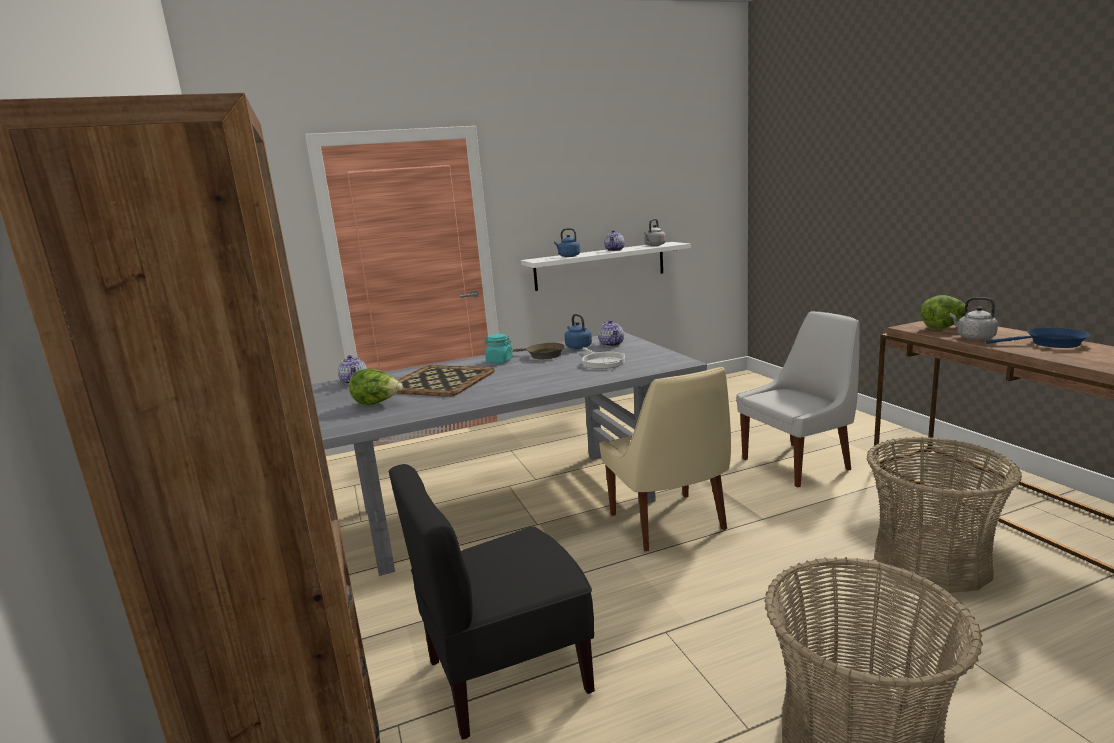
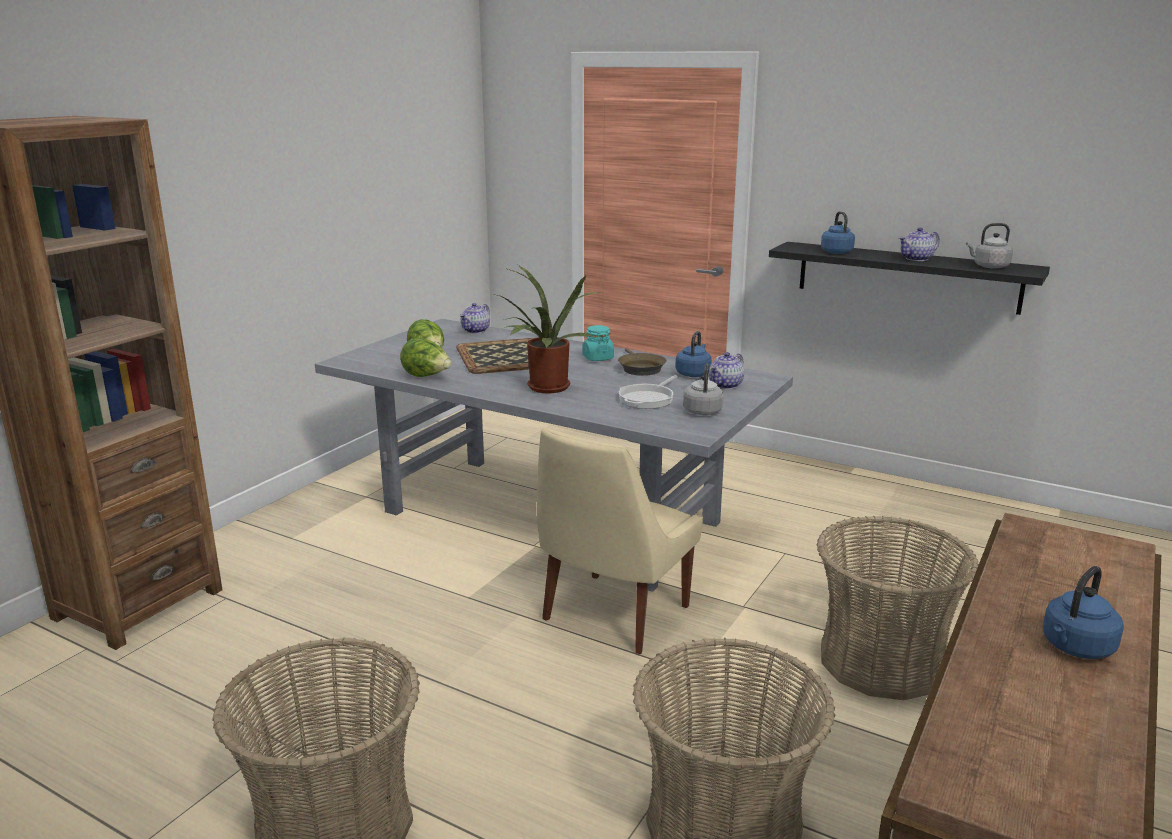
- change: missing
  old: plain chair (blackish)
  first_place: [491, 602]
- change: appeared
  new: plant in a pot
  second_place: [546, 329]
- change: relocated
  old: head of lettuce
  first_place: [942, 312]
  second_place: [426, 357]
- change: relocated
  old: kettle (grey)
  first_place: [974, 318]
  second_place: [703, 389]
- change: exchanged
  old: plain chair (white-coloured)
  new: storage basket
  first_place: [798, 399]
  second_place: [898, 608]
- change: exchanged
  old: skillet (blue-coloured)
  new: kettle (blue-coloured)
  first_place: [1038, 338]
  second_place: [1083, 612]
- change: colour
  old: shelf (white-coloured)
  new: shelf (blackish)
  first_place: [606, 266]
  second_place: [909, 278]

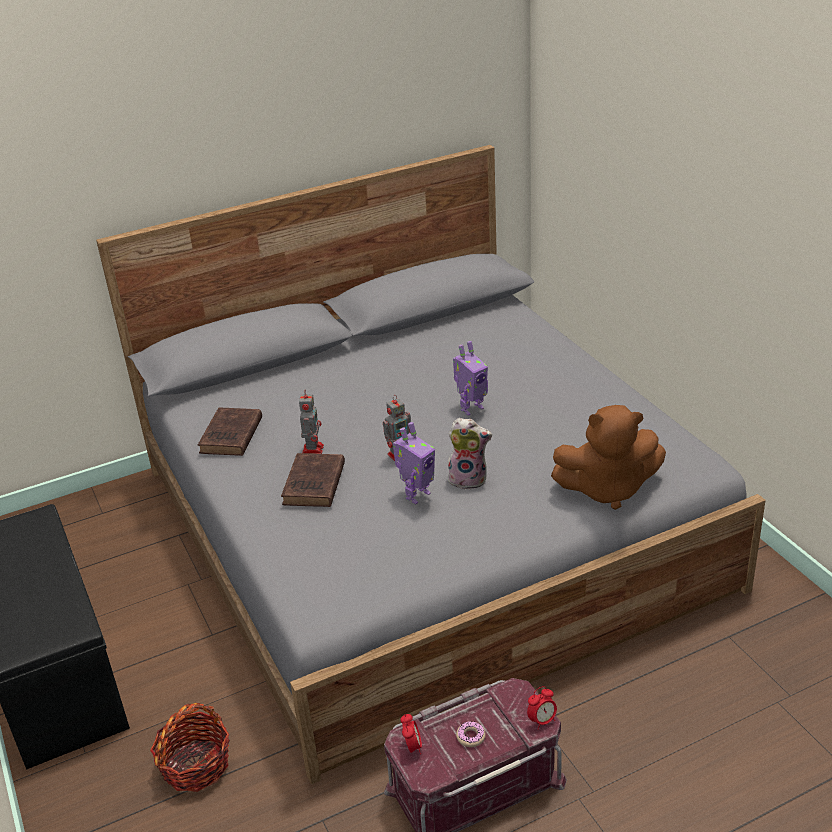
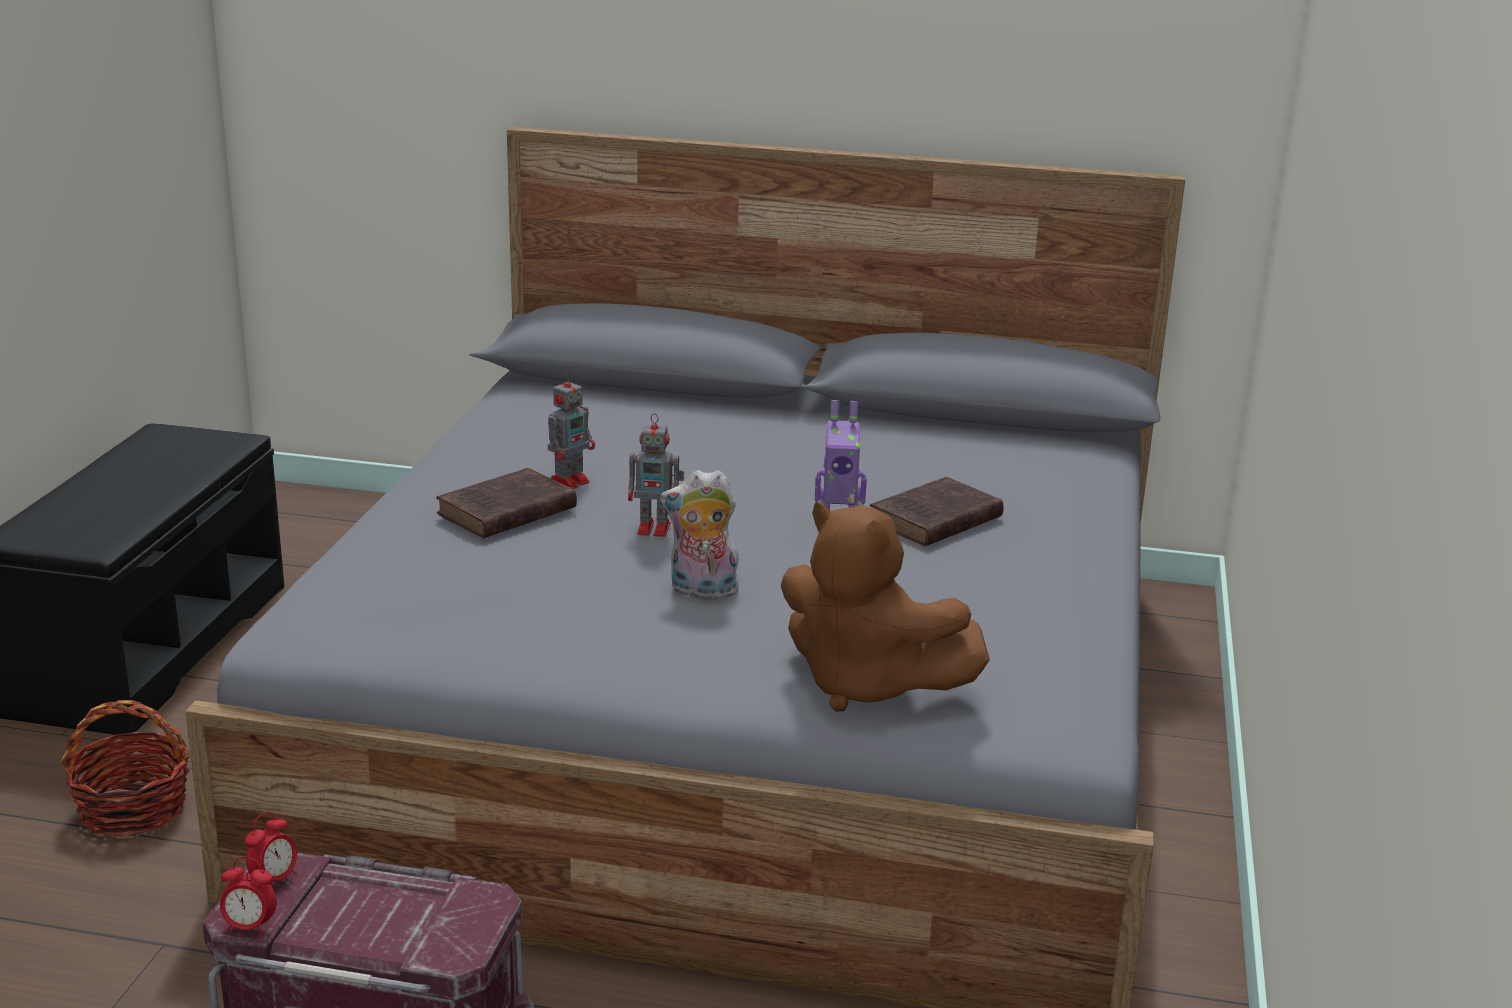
- change: missing
  old: model robot
  first_place: [414, 463]
- change: missing
  old: doughnut
  first_place: [471, 734]
- change: relocated
  old: bound book (brownish)
  first_place: [230, 431]
  second_place: [937, 511]
- change: relocated
  old: bedside clock
  first_place: [542, 708]
  second_place: [248, 896]
- change: spun
  old: soft toy
  first_place: [470, 454]
  second_place: [700, 534]
  degrees: 135

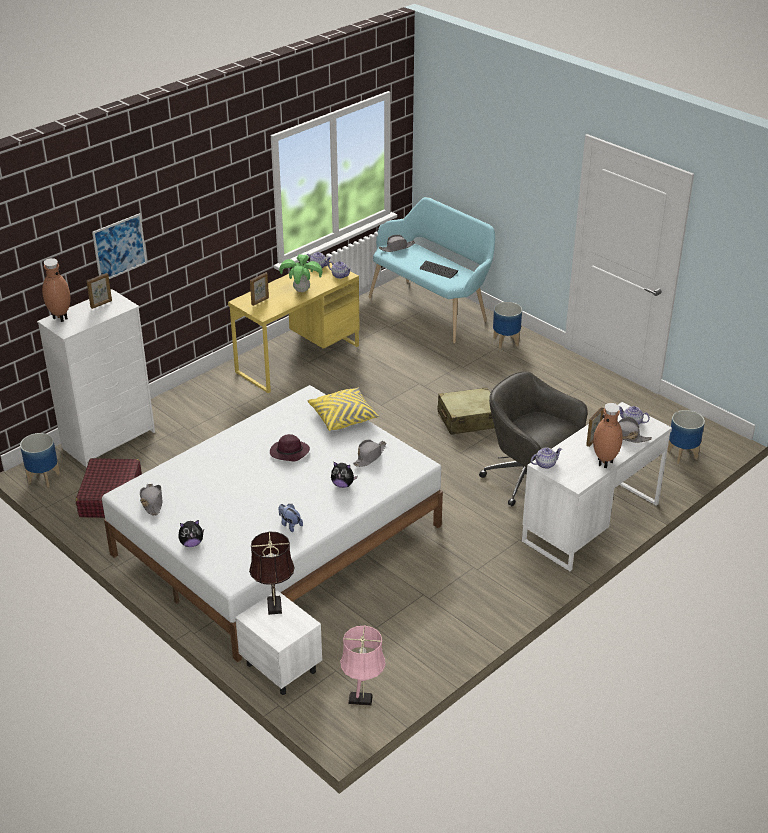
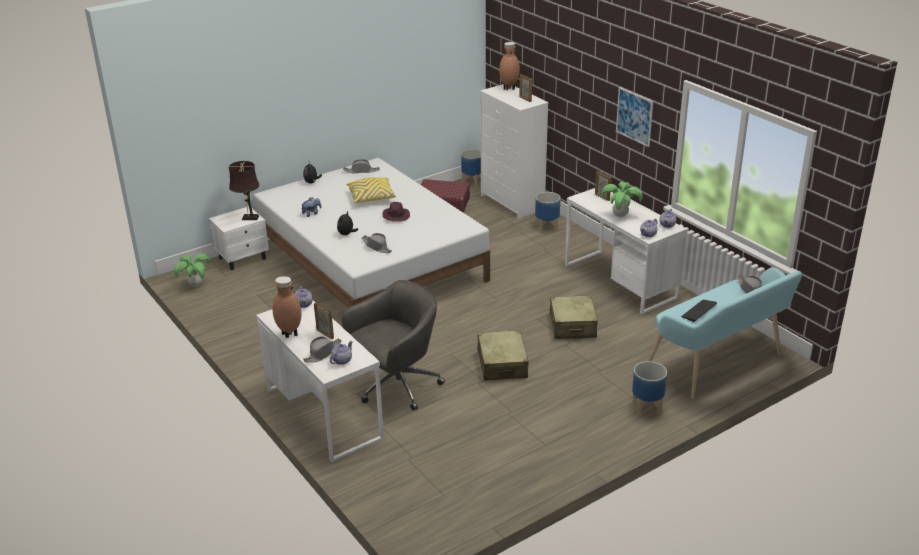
- change: appeared
  new: suitcase (sand-coloured)
  second_place: [573, 317]
- change: relocated
  old: wall picture
  first_place: [119, 246]
  second_place: [634, 117]
- change: relocated
  old: pillow (yellowish)
  first_place: [344, 409]
  second_place: [371, 190]
- change: relocated
  old: plant pot
  first_place: [686, 437]
  second_place: [548, 212]
- change: exchanged
  old: table lamp (pink)
  new: plant in a pot
  first_place: [363, 666]
  second_place: [192, 270]
- change: colour
  old: desk table (yellowish)
  new: desk table (white-coloured)
  first_place: [294, 326]
  second_place: [626, 251]

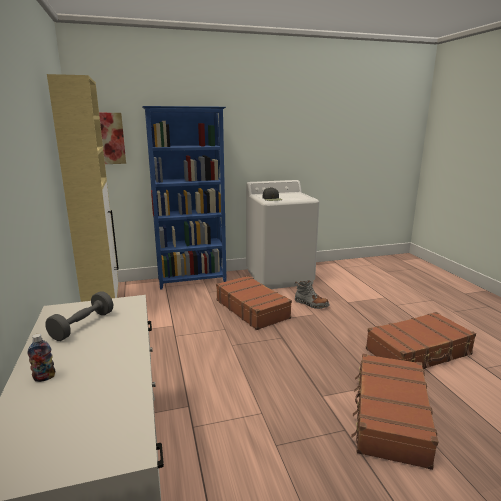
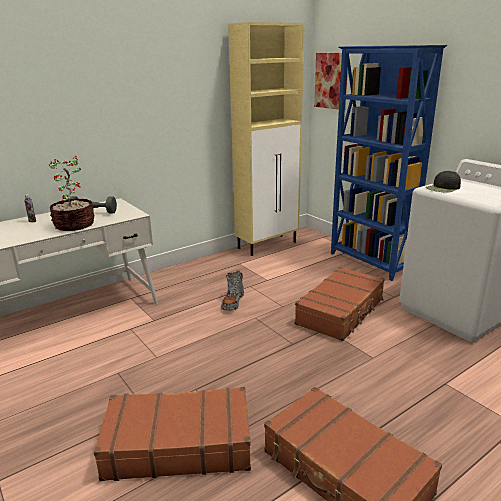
- change: appeared
  new: plant in a pot
  second_place: [72, 193]
- change: relocated
  old: tall boot (grey)
  first_place: [312, 294]
  second_place: [232, 291]

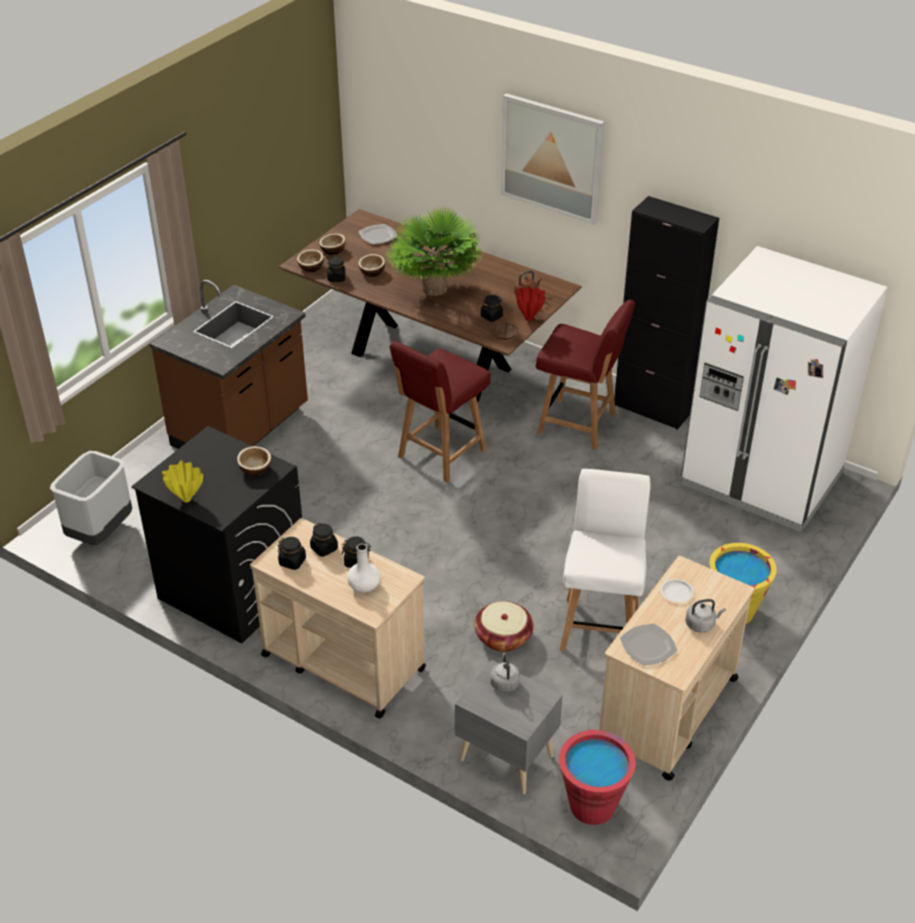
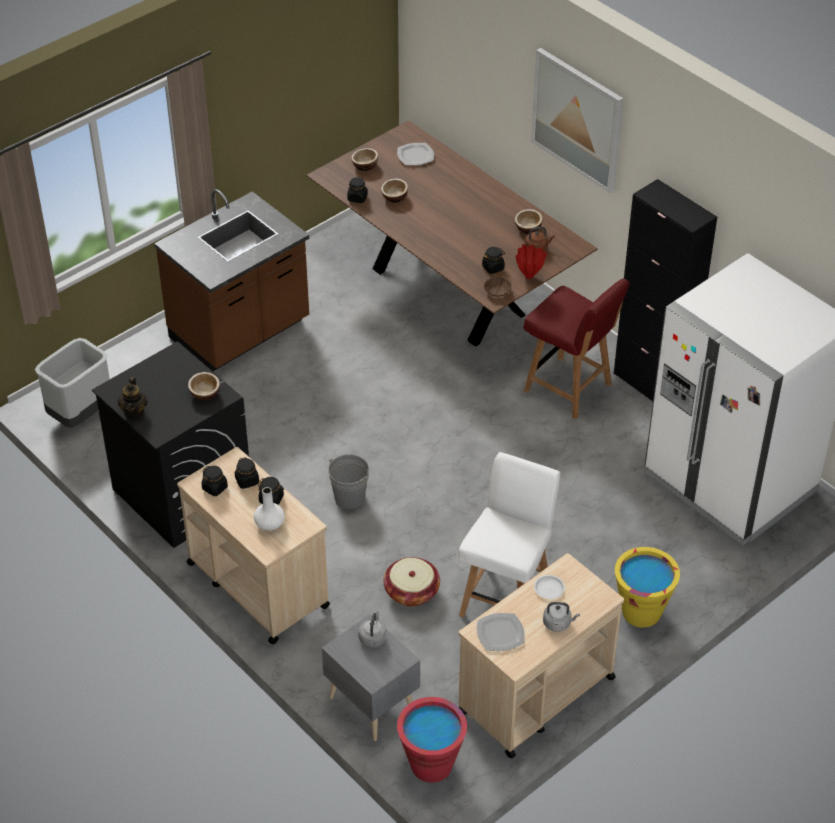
- change: missing
  old: plant in a pot
  first_place: [434, 251]
- change: missing
  old: plain chair (red)
  first_place: [439, 412]
- change: appeared
  new: bucket (grey)
  second_place: [348, 481]
- change: relocated
  old: deep dish
  first_place: [310, 260]
  second_place: [529, 221]
- change: exchanged
  old: flower vase (yellowish)
  new: pot for tea
  first_place: [182, 481]
  second_place: [132, 398]

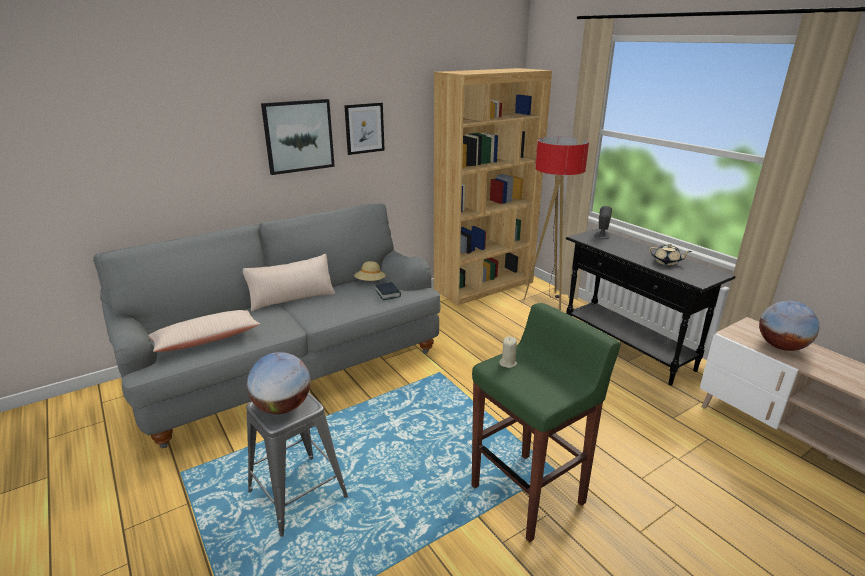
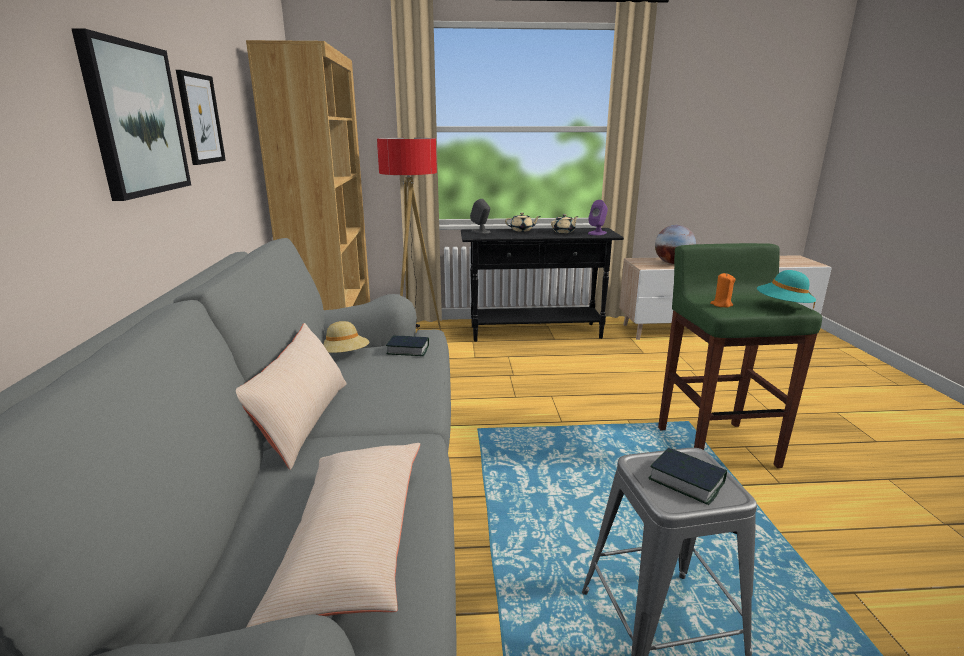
- change: appeared
  new: pot for tea (sand-coloured)
  second_place: [523, 222]
- change: appeared
  new: audio speaker (purple)
  second_place: [598, 217]
- change: appeared
  new: wearable hat (turquoise)
  second_place: [786, 289]
- change: exchanged
  old: desk globe
  new: bound book
  first_place: [278, 383]
  second_place: [688, 476]
- change: colour
  old: wax light (sand-coloured)
  new: wax light (orange-coloured)
  first_place: [508, 352]
  second_place: [723, 290]

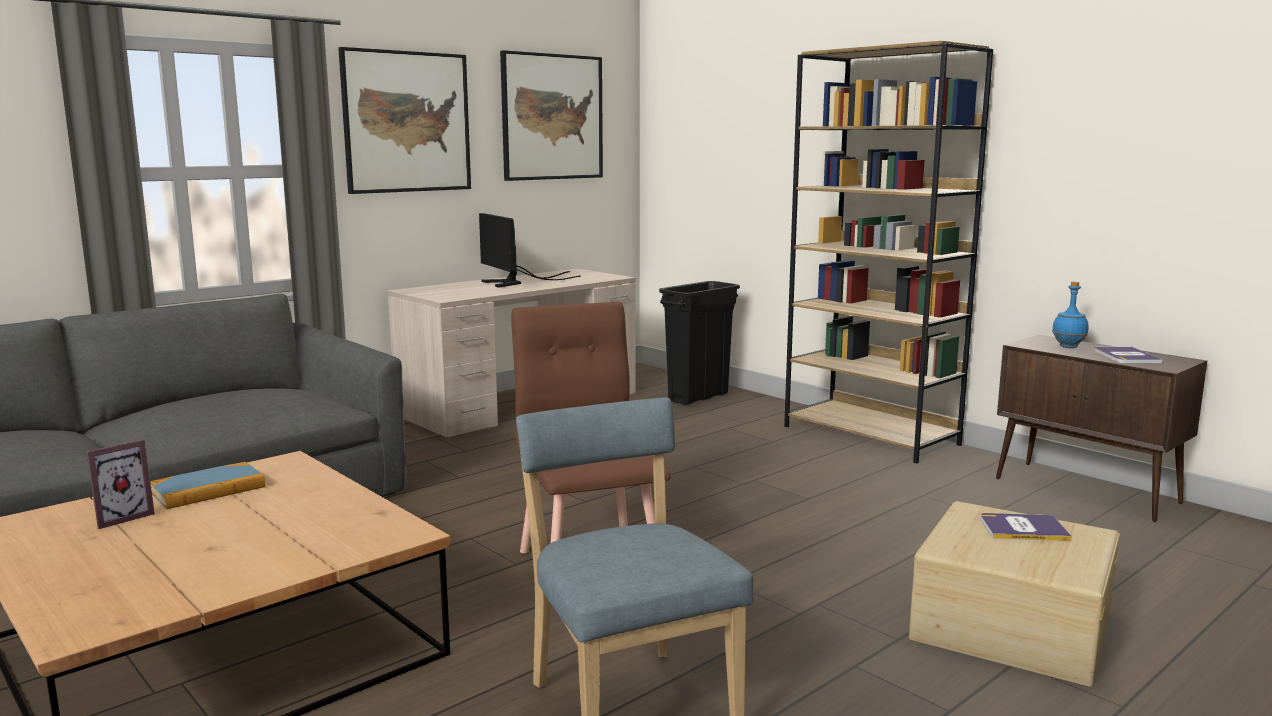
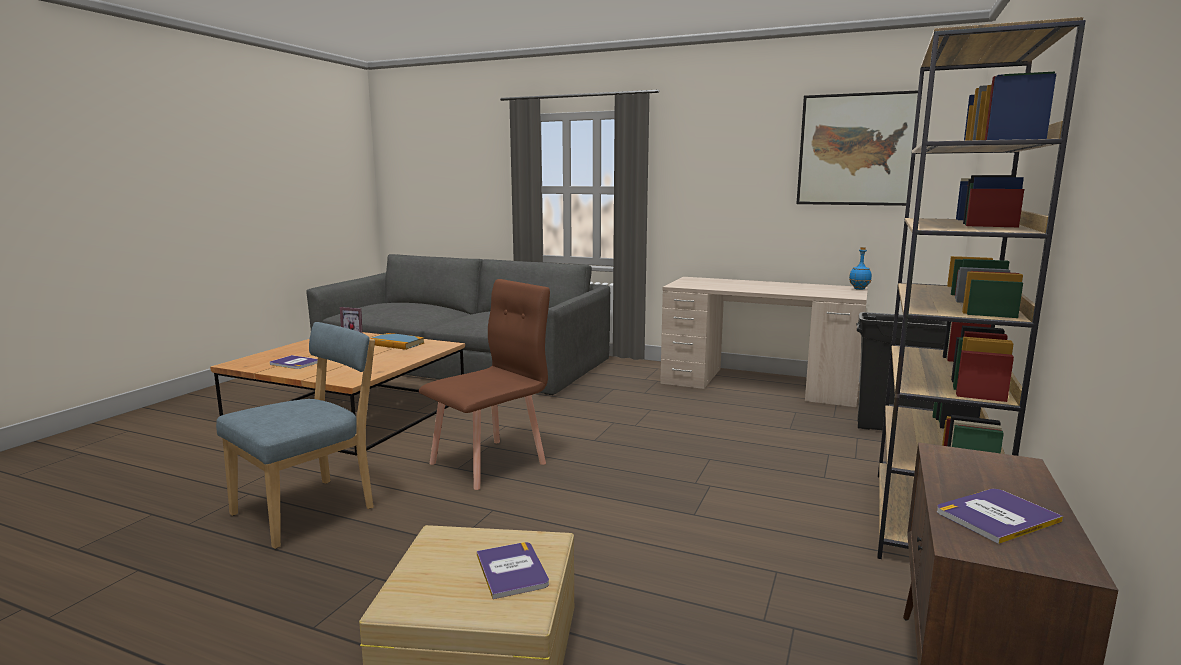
- change: missing
  old: wall picture
  first_place: [404, 120]
- change: missing
  old: computer display
  first_place: [530, 250]
- change: appeared
  new: bound book
  second_place: [294, 362]
- change: relocated
  old: bottle (blue-coloured)
  first_place: [1070, 315]
  second_place: [860, 268]

